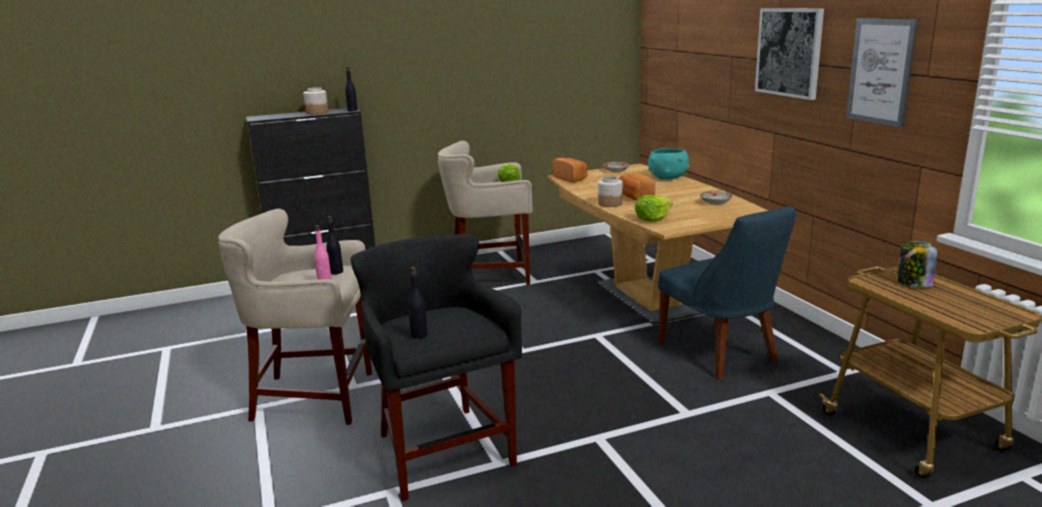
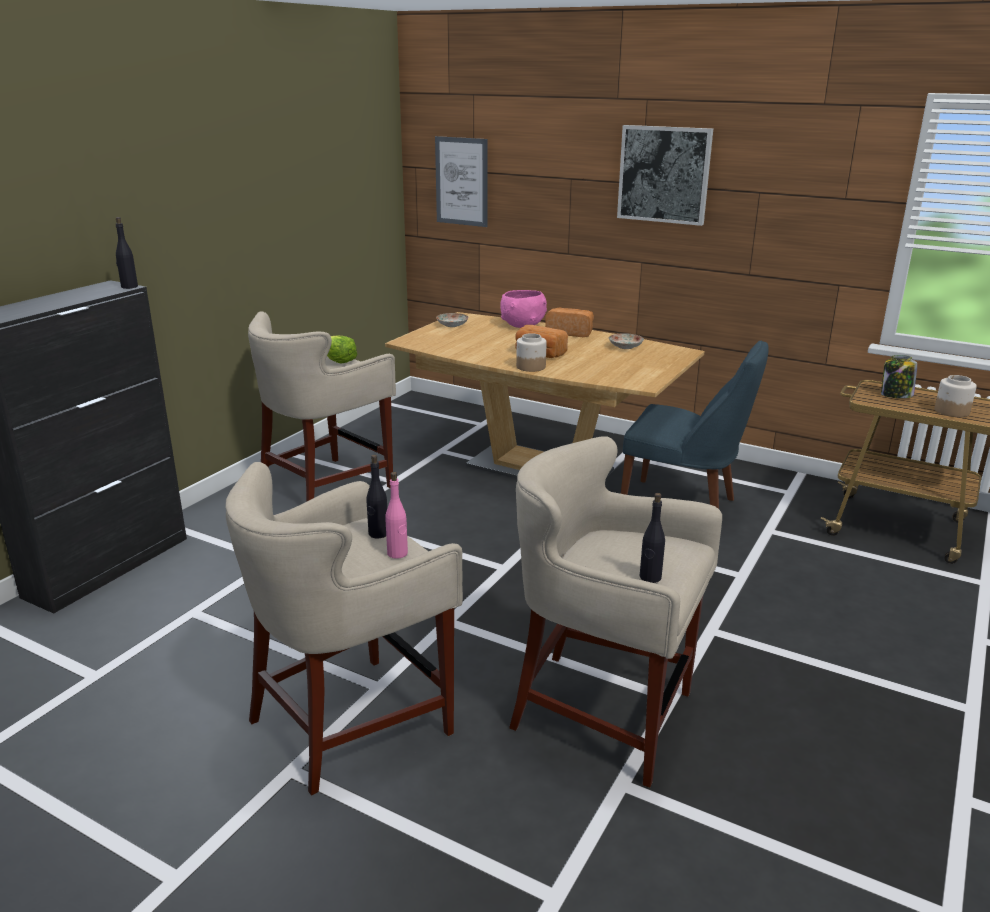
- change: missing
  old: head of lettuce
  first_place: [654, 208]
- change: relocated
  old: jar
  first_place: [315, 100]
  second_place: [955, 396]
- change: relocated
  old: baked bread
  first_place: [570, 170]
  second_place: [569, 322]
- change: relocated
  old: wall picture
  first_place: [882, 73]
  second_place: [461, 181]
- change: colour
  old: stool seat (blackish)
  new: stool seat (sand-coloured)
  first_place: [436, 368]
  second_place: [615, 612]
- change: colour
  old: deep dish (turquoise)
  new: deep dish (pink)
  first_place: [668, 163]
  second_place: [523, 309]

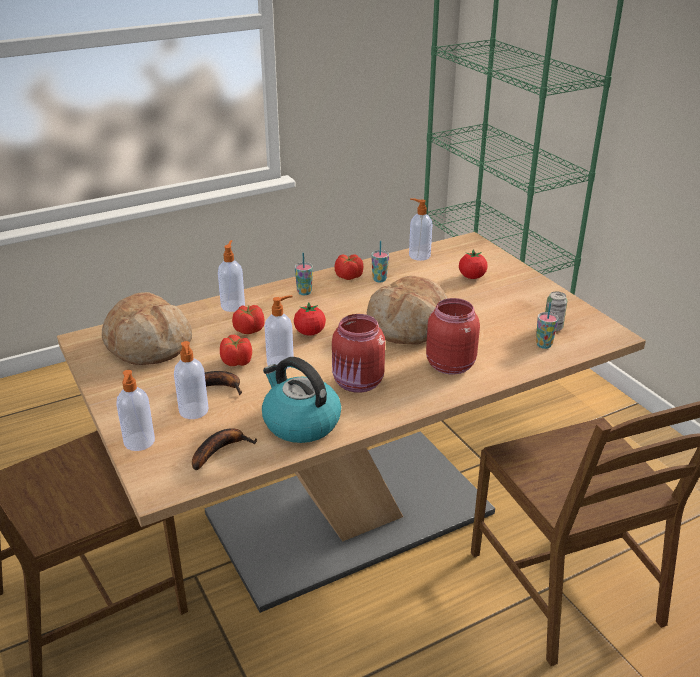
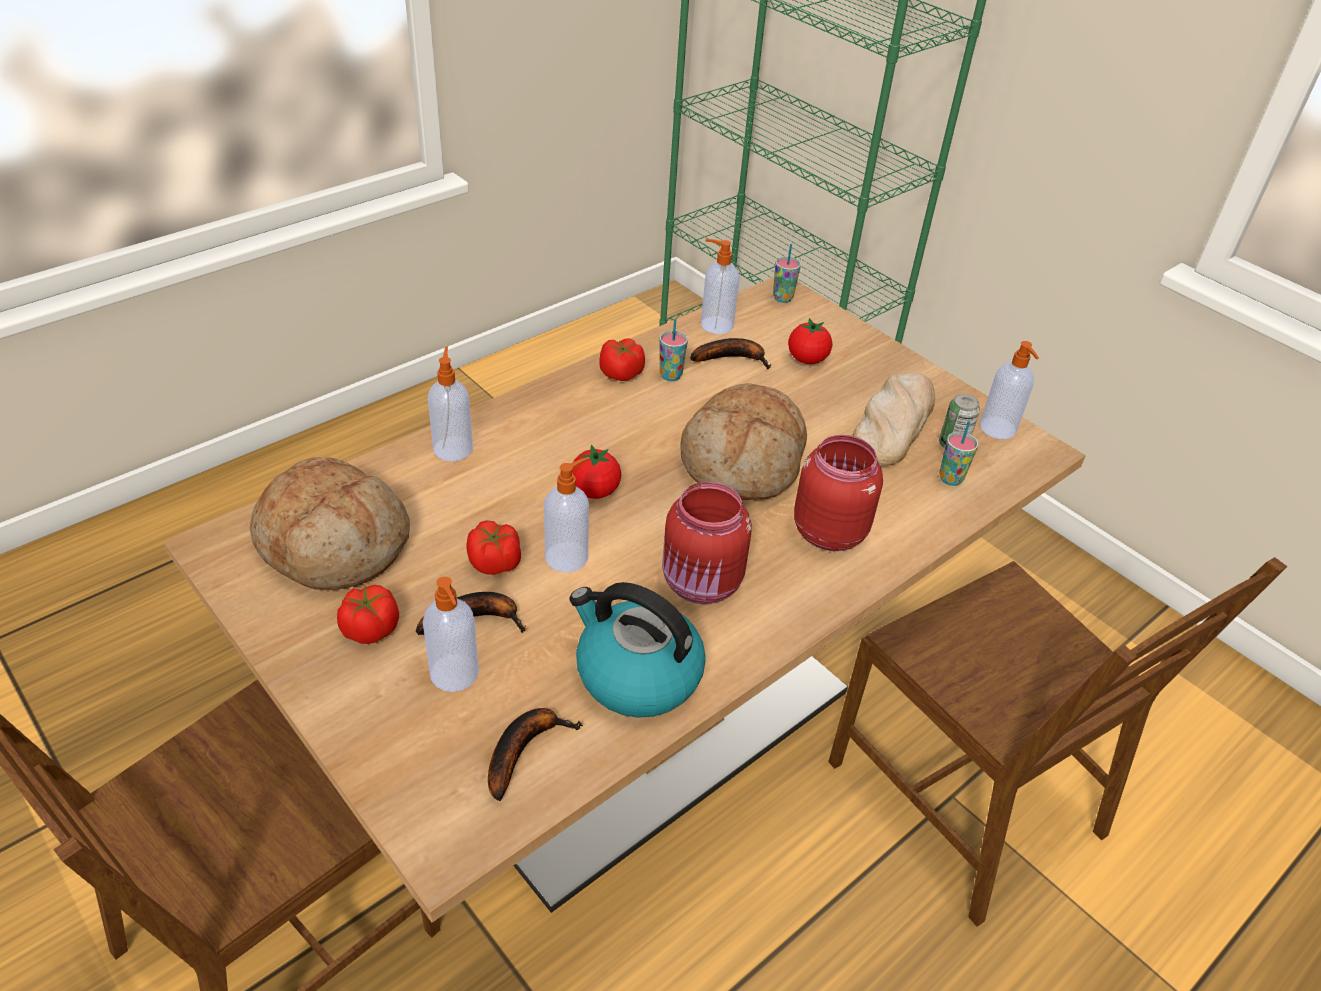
- change: appeared
  new: whole banana
  second_place: [730, 353]
- change: appeared
  new: baked bread
  second_place: [893, 419]
- change: relocated
  old: soap bottle
  first_place: [136, 410]
  second_place: [1009, 390]
- change: relocated
  old: whole tomato
  first_place: [248, 319]
  second_place: [368, 614]
- change: relocated
  old: small cup
  first_place: [304, 274]
  second_place: [787, 273]

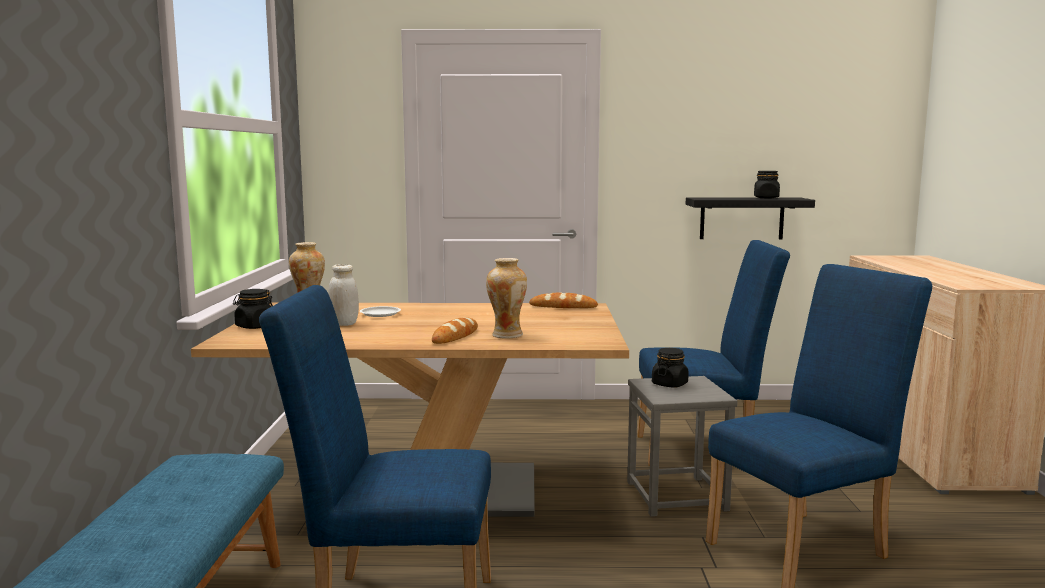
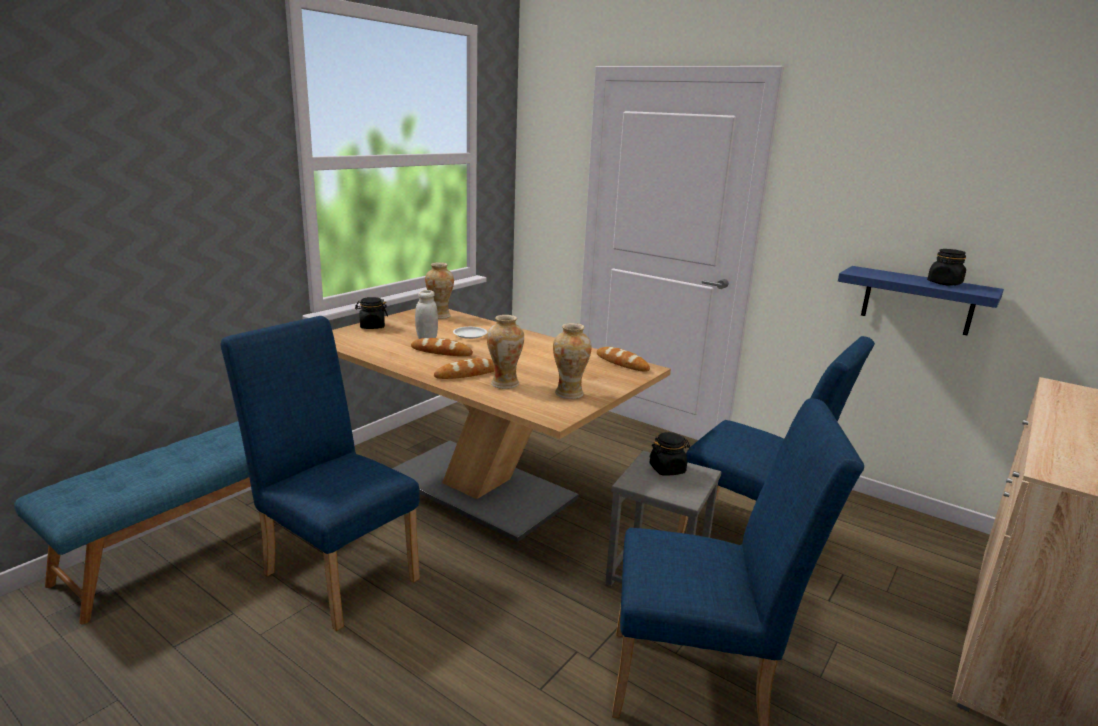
- change: appeared
  new: baked bread
  second_place: [442, 347]
- change: appeared
  new: flower vase
  second_place: [572, 361]
- change: colour
  old: shelf (blackish)
  new: shelf (blue-coloured)
  first_place: [750, 218]
  second_place: [921, 300]

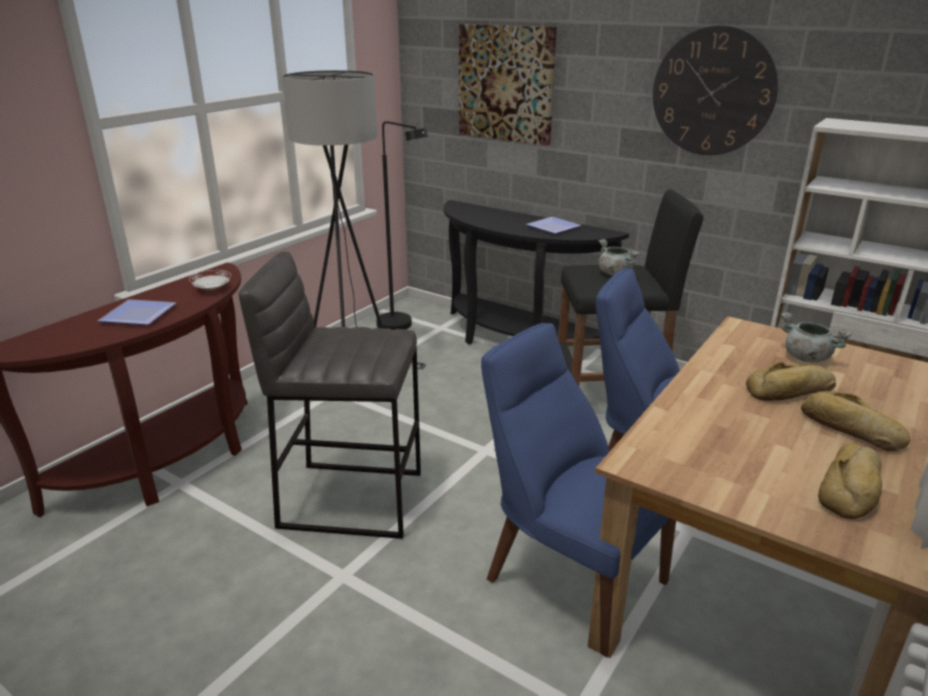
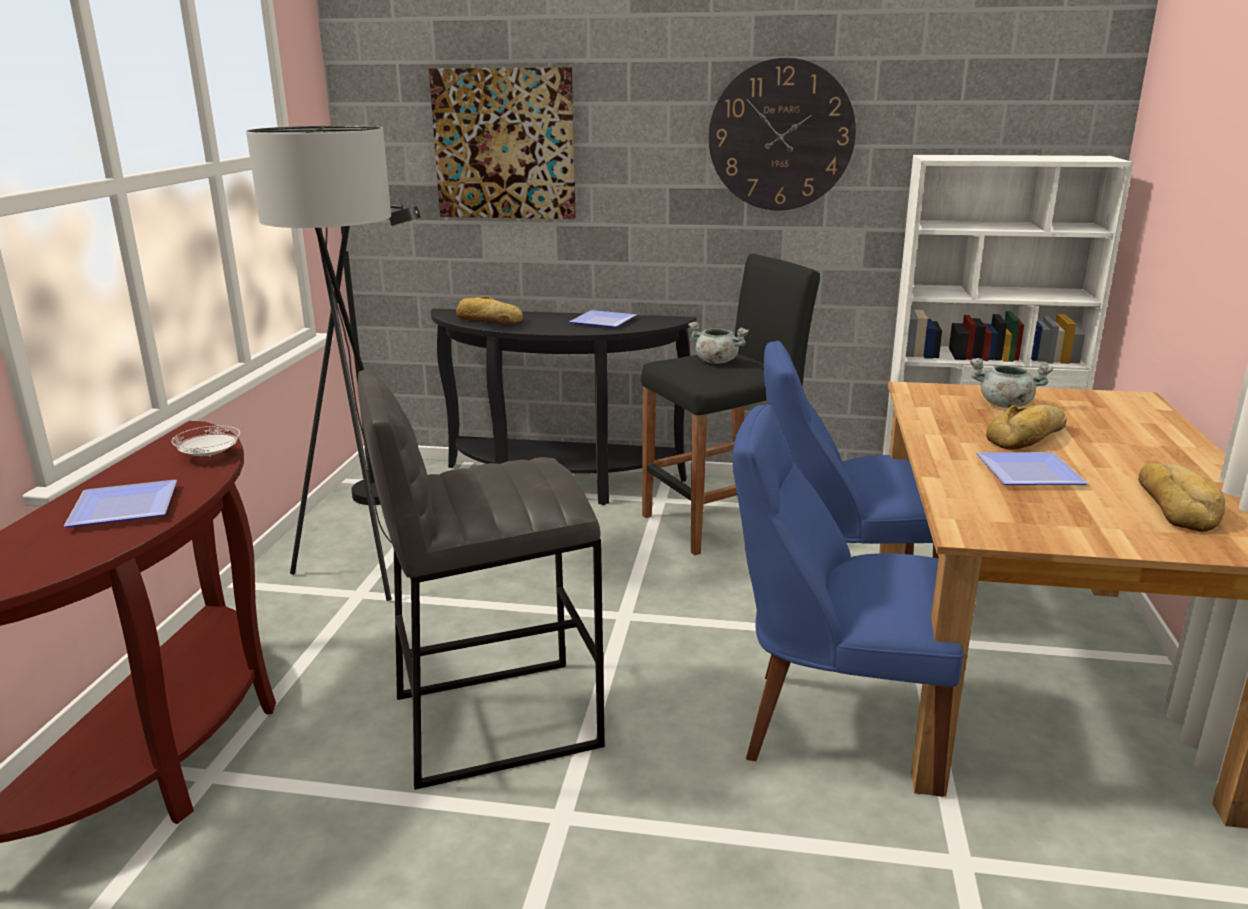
- change: appeared
  new: flat dish
  second_place: [1032, 468]
- change: relocated
  old: baked bread
  first_place: [856, 421]
  second_place: [489, 310]

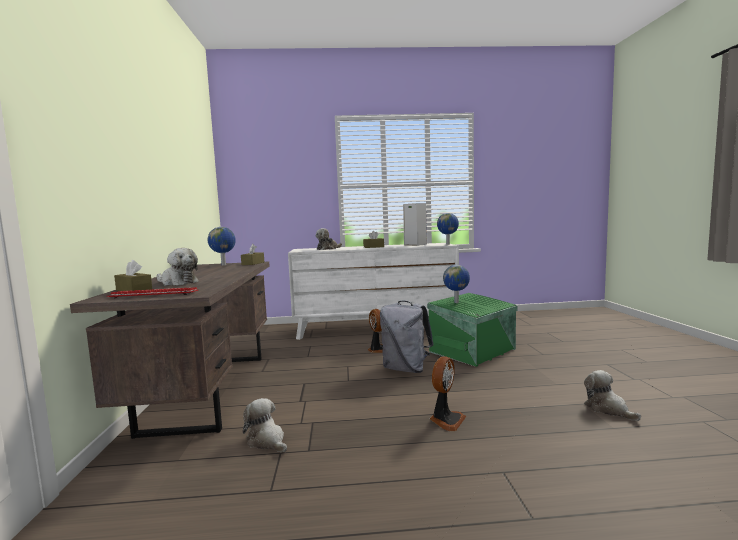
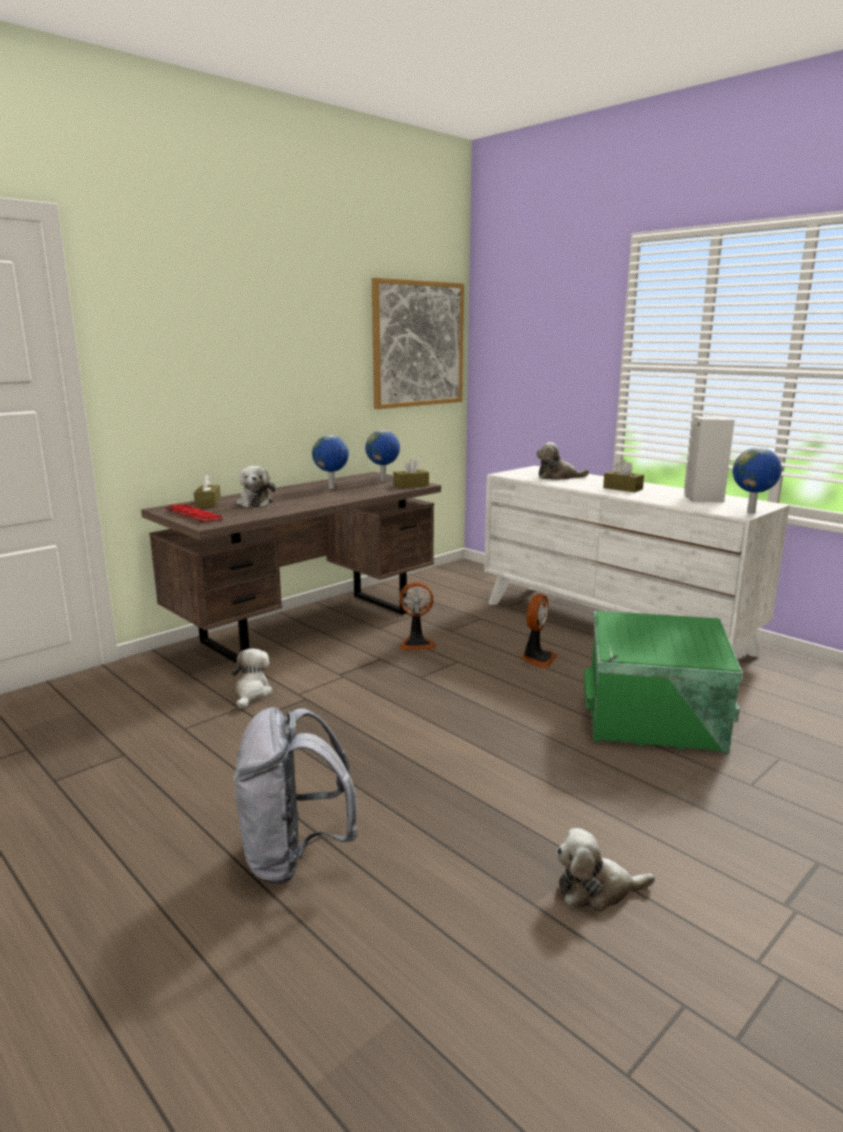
- change: appeared
  new: wall picture
  second_place: [418, 343]
- change: relocated
  old: rucksack (grey)
  first_place: [407, 337]
  second_place: [295, 795]
- change: relocated
  old: fan
  first_place: [448, 394]
  second_place: [417, 616]
- change: relocated
  old: desk globe
  first_place: [456, 284]
  second_place: [330, 462]
- change: spun
  old: soft toy
  first_place: [612, 395]
  second_place: [605, 870]
  degrees: -120

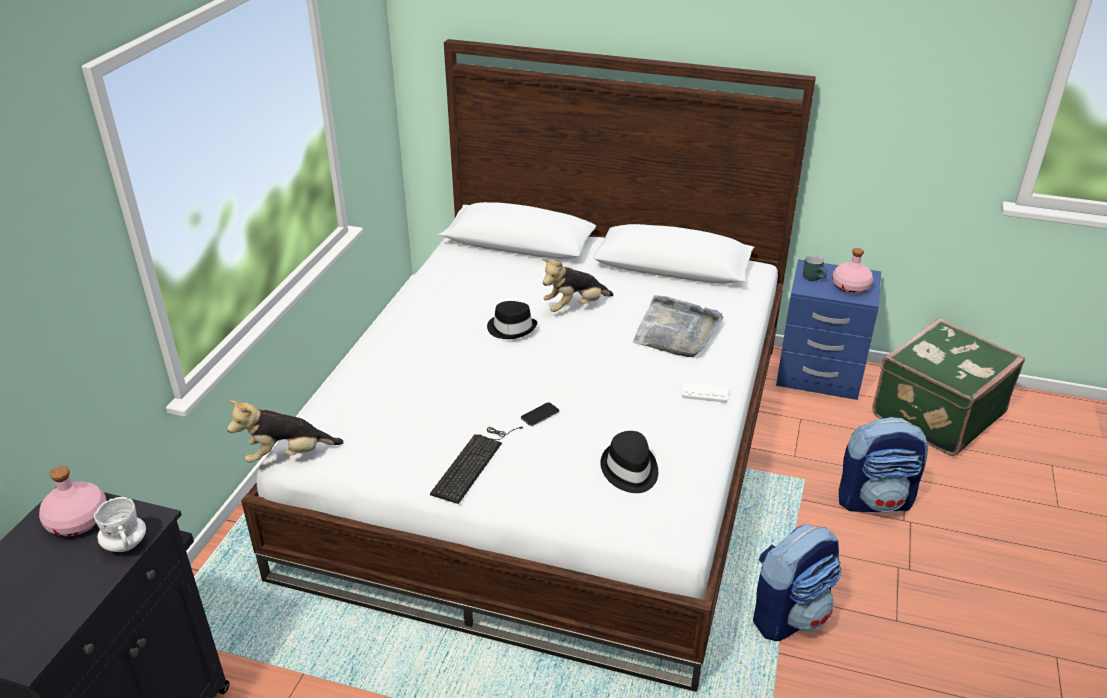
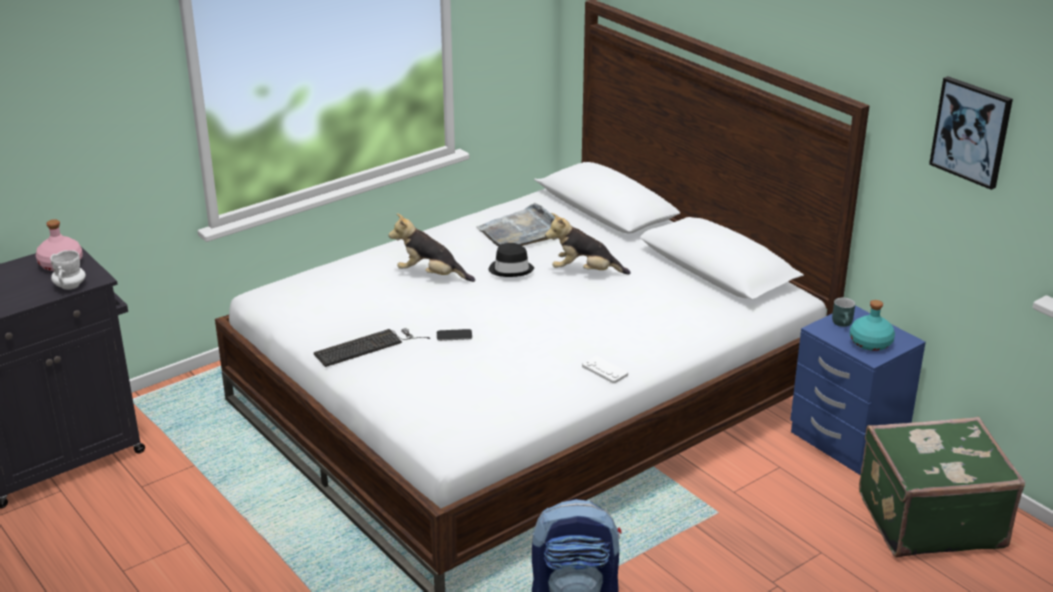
- change: missing
  old: wearable hat (blackish)
  first_place: [629, 462]
- change: missing
  old: rucksack
  first_place: [883, 464]
- change: appeared
  new: wall picture
  second_place: [971, 133]
- change: relocated
  old: soft toy
  first_place: [285, 431]
  second_place: [432, 247]
- change: relocated
  old: serving tray (grey)
  first_place: [678, 326]
  second_place: [515, 225]
- change: colour
  old: bottle (pink)
  new: bottle (turquoise)
  first_place: [852, 271]
  second_place: [872, 325]

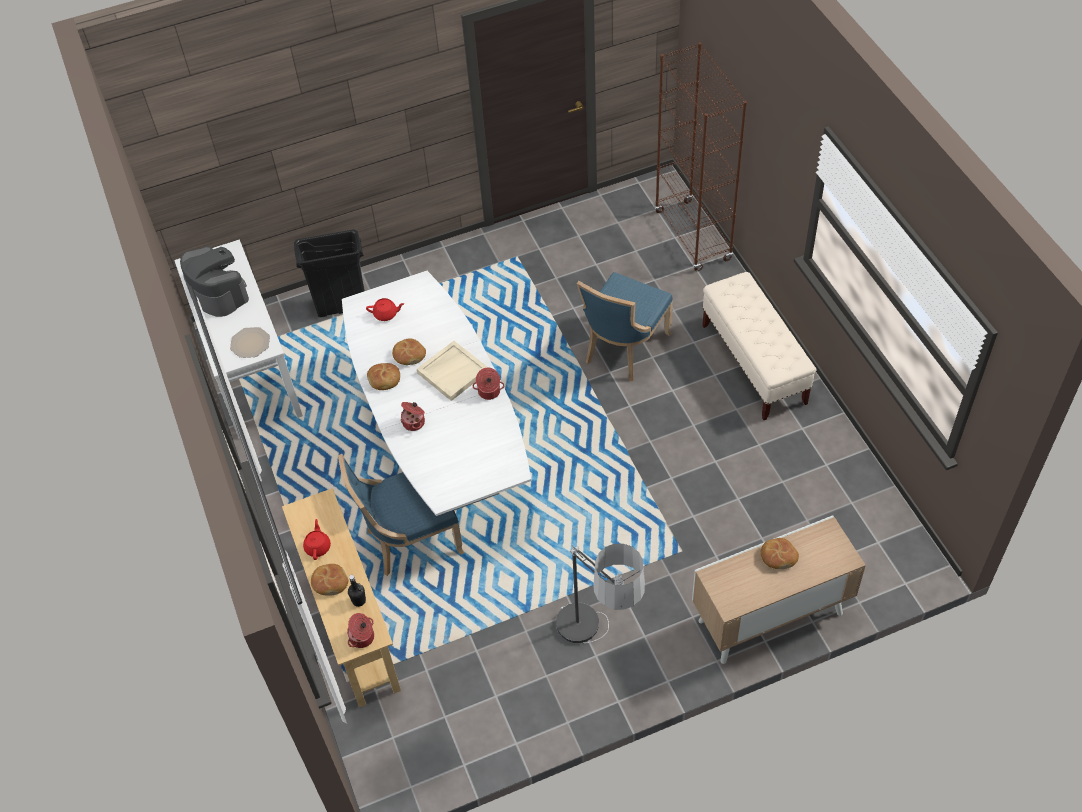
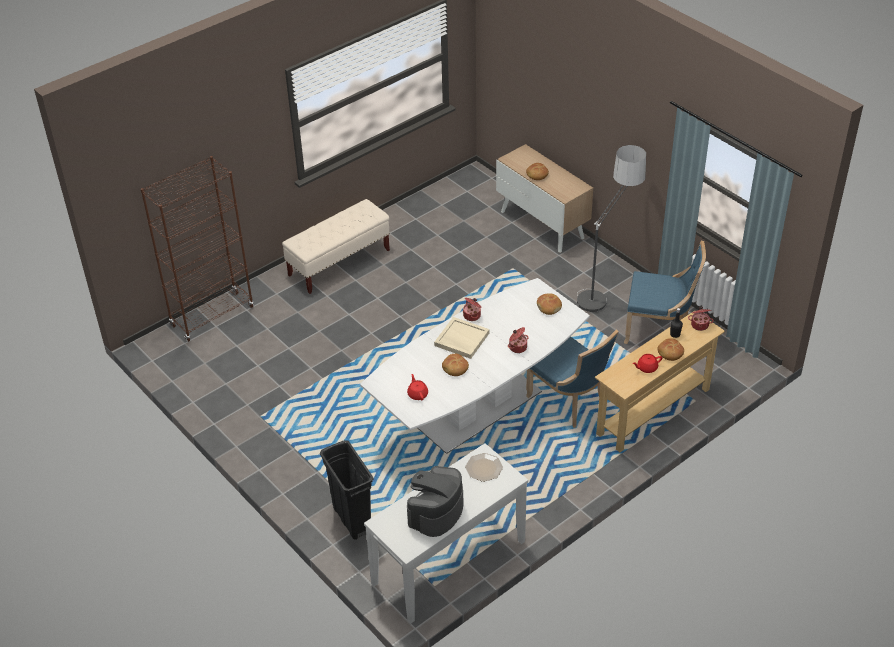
- change: relocated
  old: baked bread
  first_place: [383, 376]
  second_place: [549, 304]
- change: relocated
  old: plain chair (blue-coloured)
  first_place: [625, 326]
  second_place: [665, 292]

